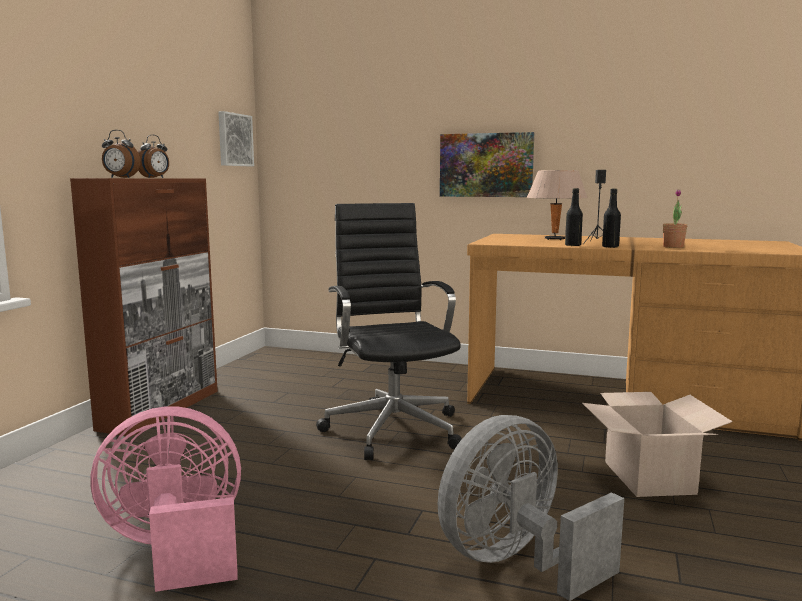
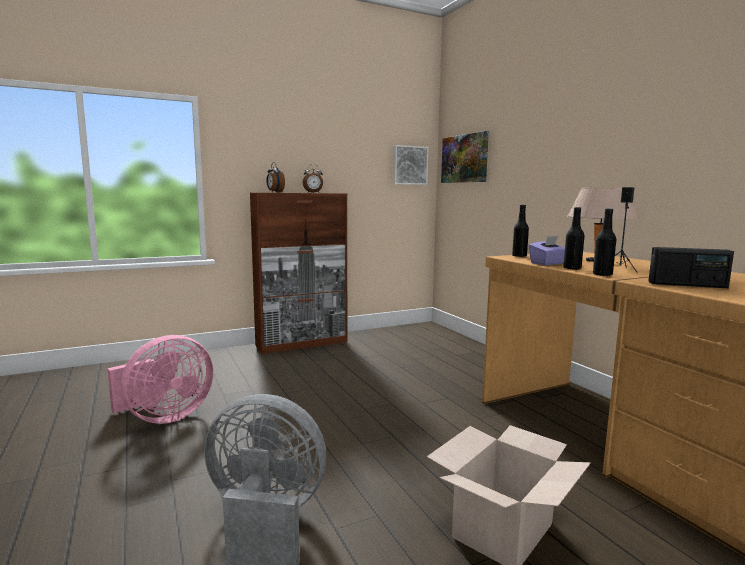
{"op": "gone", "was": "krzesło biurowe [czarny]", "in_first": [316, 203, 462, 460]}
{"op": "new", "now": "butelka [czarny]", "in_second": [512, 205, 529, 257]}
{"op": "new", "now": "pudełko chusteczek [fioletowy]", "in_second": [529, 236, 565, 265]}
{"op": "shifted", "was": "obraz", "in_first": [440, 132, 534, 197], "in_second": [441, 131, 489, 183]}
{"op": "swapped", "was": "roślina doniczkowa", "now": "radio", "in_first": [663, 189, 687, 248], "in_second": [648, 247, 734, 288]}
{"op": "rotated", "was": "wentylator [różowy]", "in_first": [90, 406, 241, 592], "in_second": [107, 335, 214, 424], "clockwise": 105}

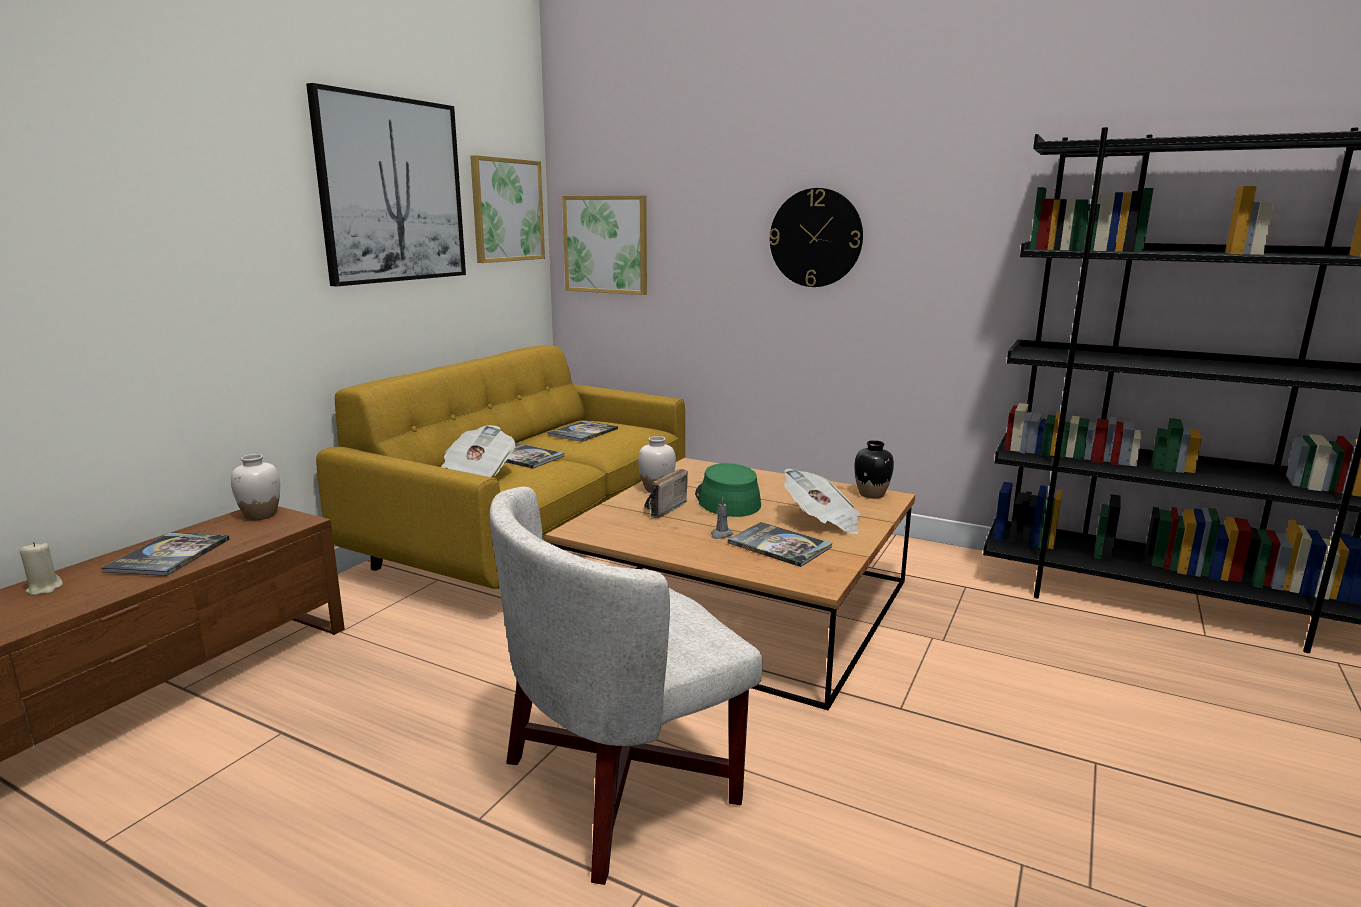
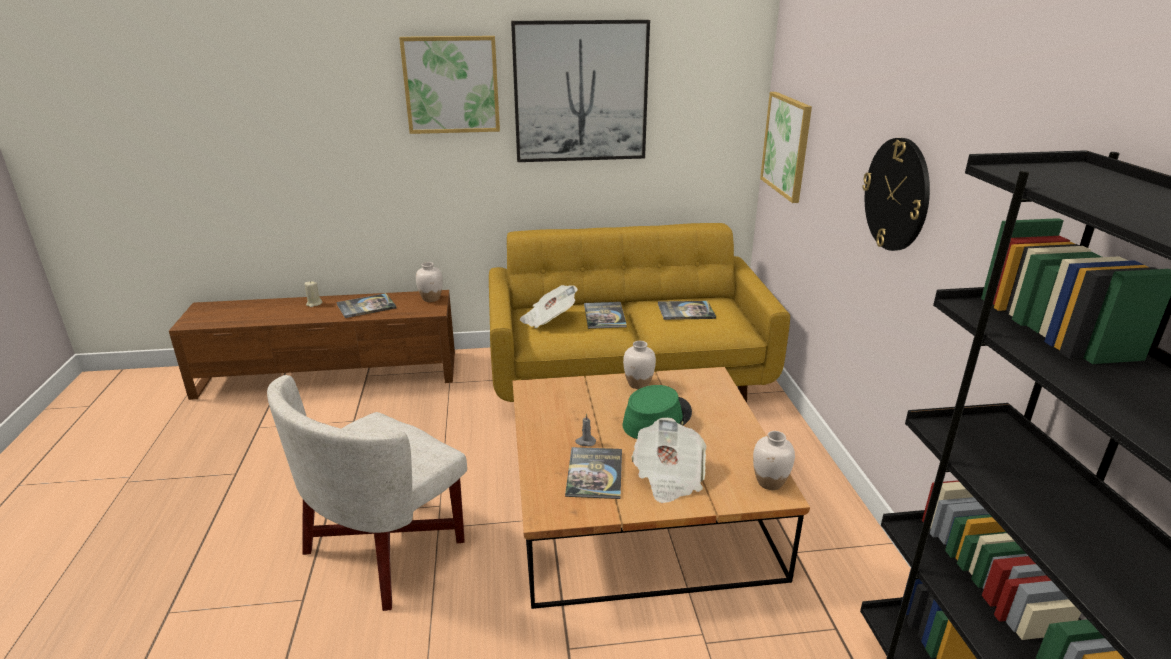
{"op": "gone", "was": "radio", "in_first": [644, 468, 688, 518]}
{"op": "shifted", "was": "obraz", "in_first": [470, 155, 545, 263], "in_second": [399, 36, 500, 134]}
{"op": "repainted", "was": "wazon [czarny]", "now": "wazon [biały]", "in_first": [854, 440, 894, 499], "in_second": [753, 431, 795, 490]}
{"op": "rotated", "was": "fotel [biały]", "in_first": [490, 487, 763, 885], "in_second": [267, 375, 467, 611], "clockwise": -75}

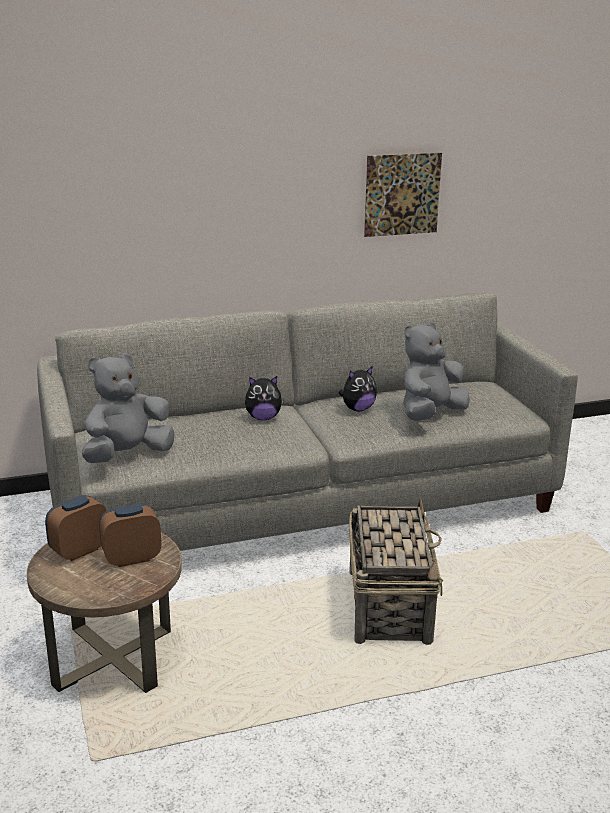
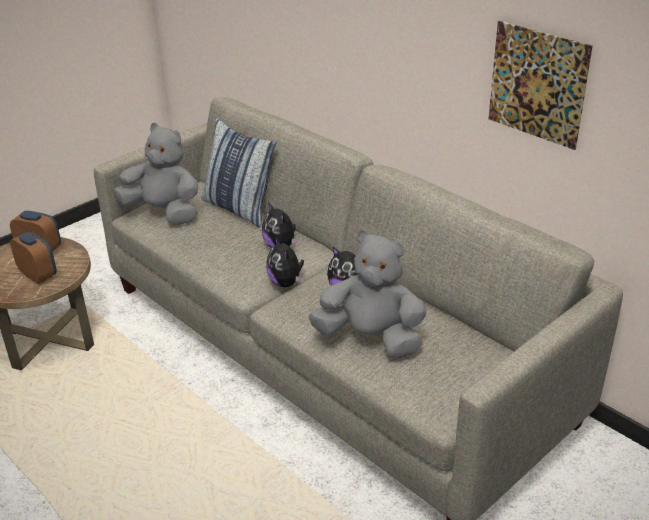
{"op": "gone", "was": "koszyk", "in_first": [349, 499, 443, 645]}
{"op": "new", "now": "poduszka", "in_second": [202, 118, 277, 228]}
{"op": "new", "now": "pluszak", "in_second": [266, 236, 304, 287]}

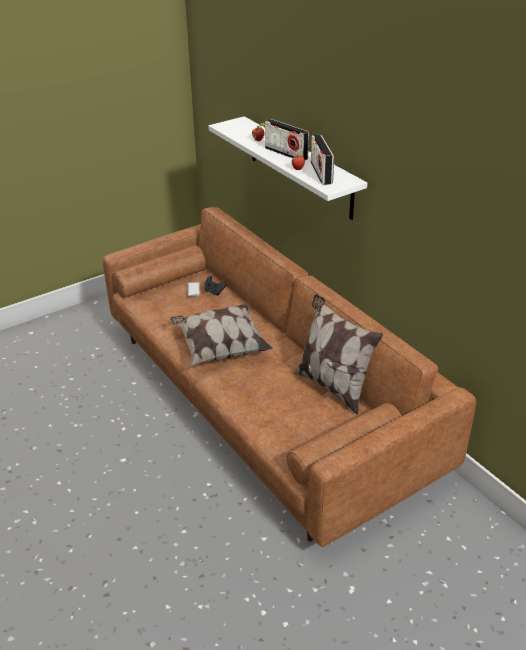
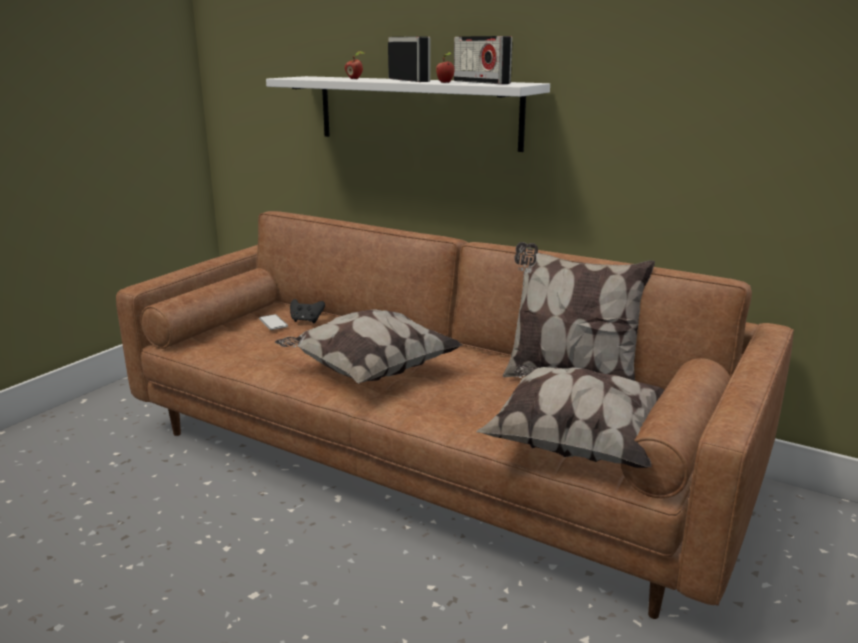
{"op": "new", "now": "poduszka", "in_second": [476, 365, 664, 468]}
{"op": "rotated", "was": "radio", "in_first": [265, 119, 309, 160], "in_second": [388, 36, 431, 82], "clockwise": -135}

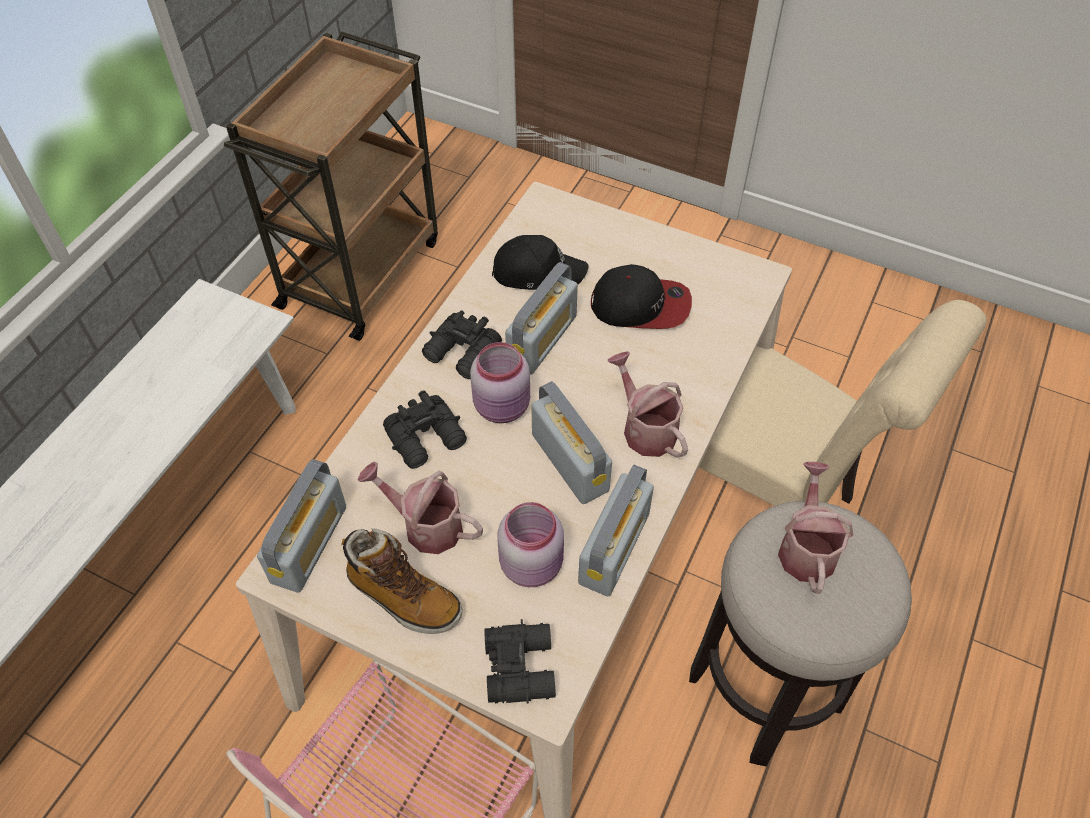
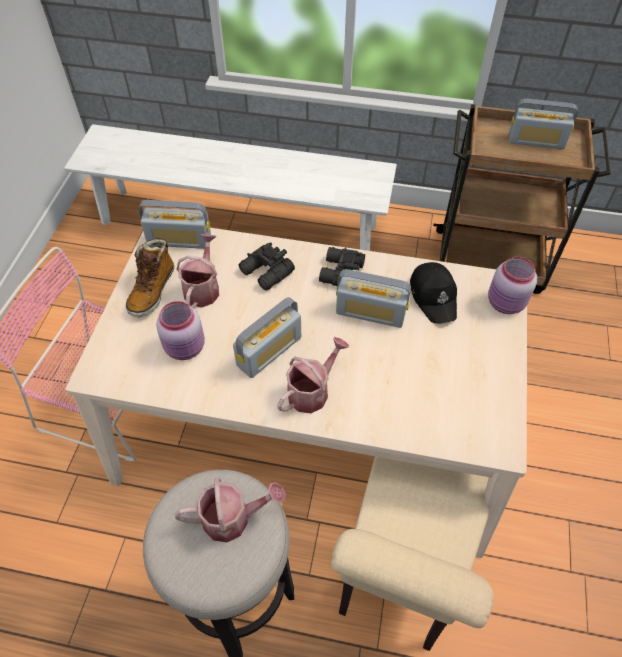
{"op": "gone", "was": "lornetka [czarny]", "in_first": [484, 619, 556, 704]}
{"op": "gone", "was": "czapka z daszkiem", "in_first": [591, 264, 692, 329]}
{"op": "shifted", "was": "słoik [różowy]", "in_first": [470, 342, 530, 423], "in_second": [488, 257, 537, 314]}
{"op": "shifted", "was": "radio", "in_first": [578, 465, 654, 596], "in_second": [509, 99, 578, 149]}

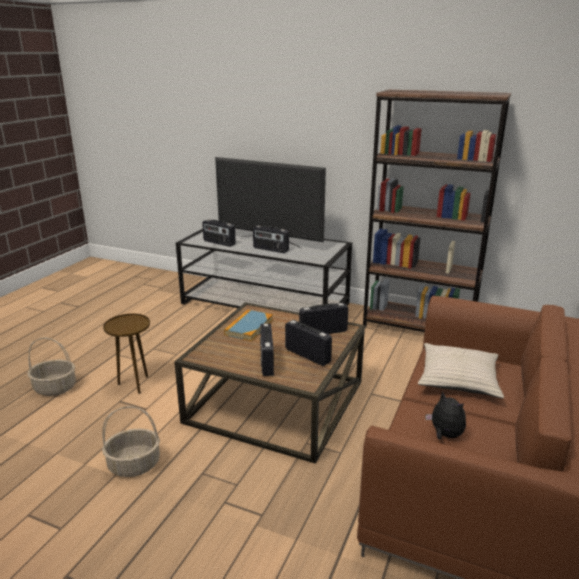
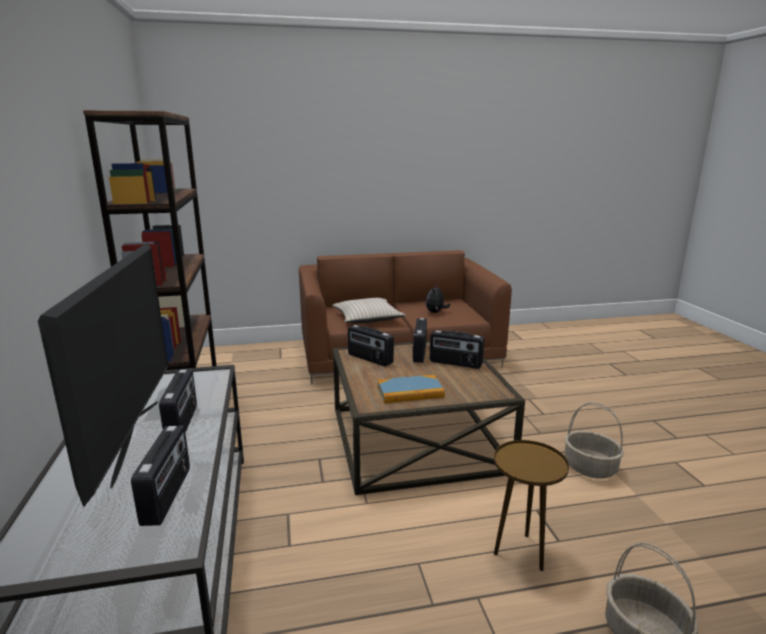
{"op": "rotated", "was": "radio", "in_first": [260, 324, 274, 376], "in_second": [429, 330, 484, 369], "clockwise": 60}

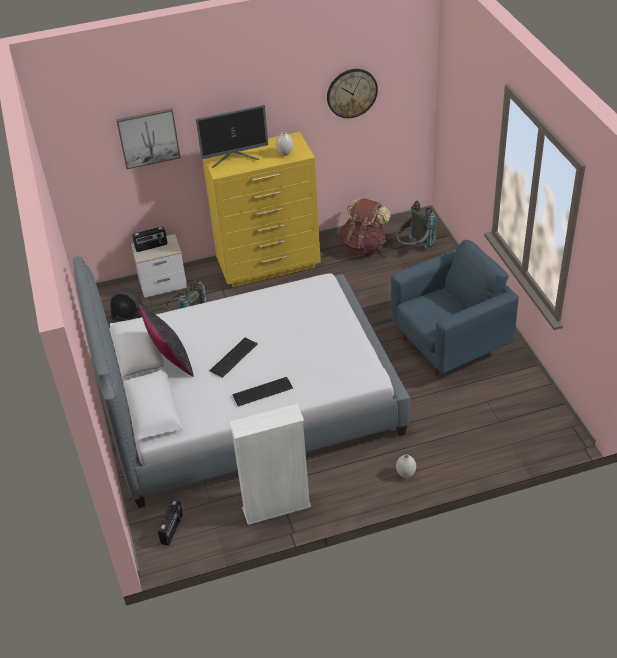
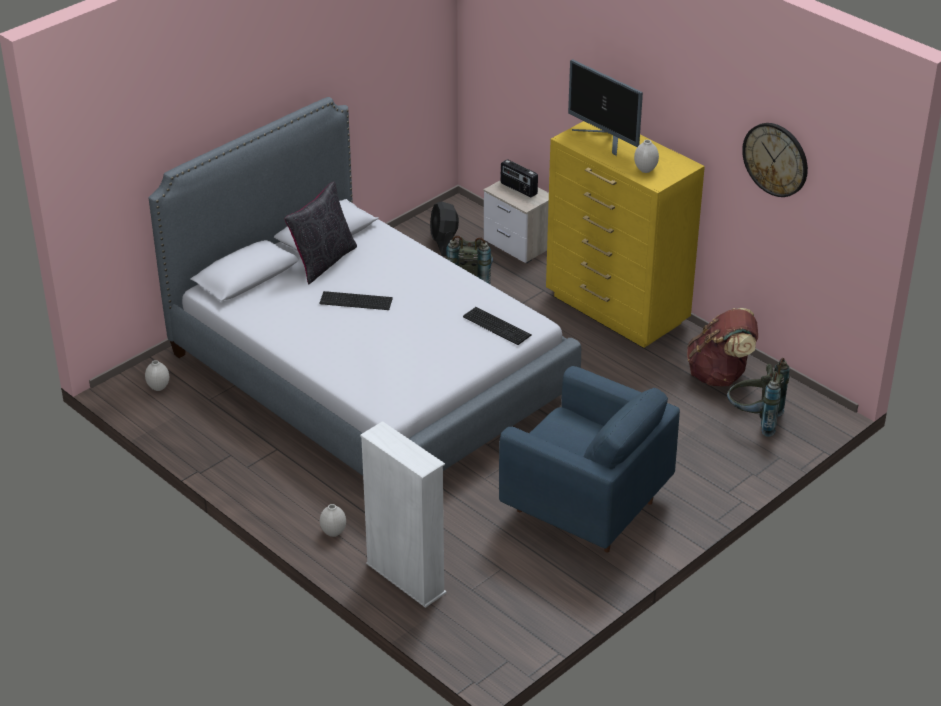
{"op": "gone", "was": "obraz", "in_first": [116, 108, 180, 169]}
{"op": "shifted", "was": "regał [biały]", "in_first": [229, 404, 311, 525], "in_second": [360, 421, 447, 608]}
{"op": "shifted", "was": "klawiatura", "in_first": [232, 377, 293, 406], "in_second": [463, 307, 531, 345]}
{"op": "swapped", "was": "radio", "now": "wazon [biały]", "in_first": [158, 500, 183, 546], "in_second": [145, 360, 169, 391]}

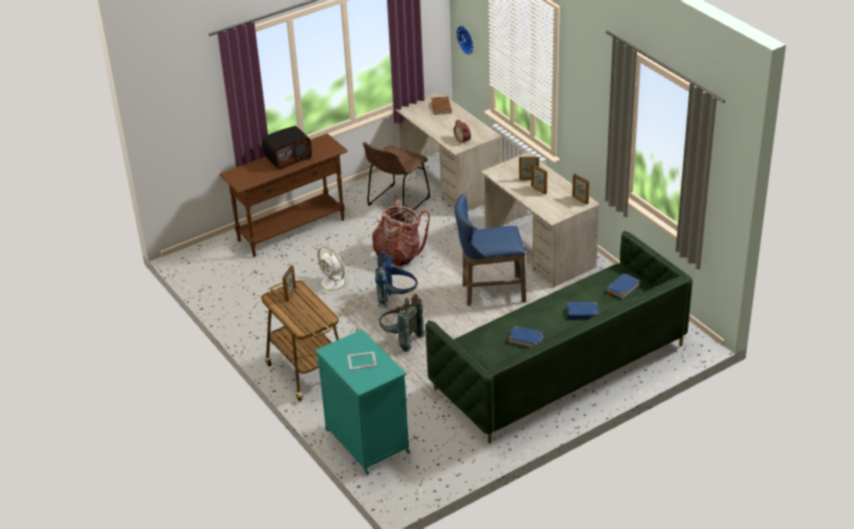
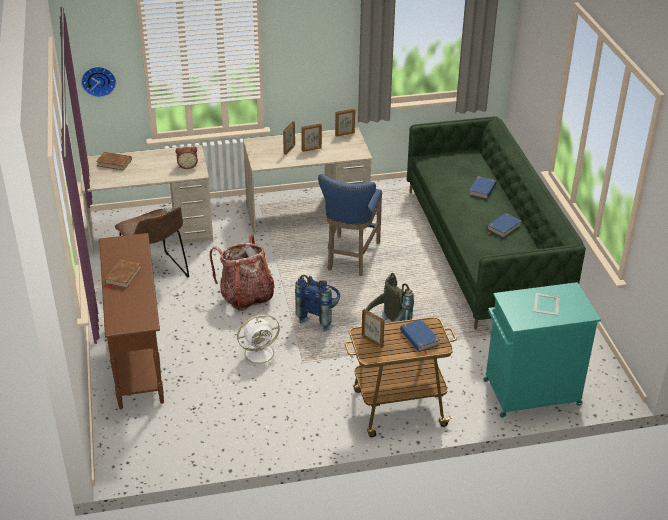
{"op": "shifted", "was": "książka [niebieski]", "in_first": [606, 273, 640, 299], "in_second": [400, 319, 440, 355]}
{"op": "swapped", "was": "radio", "now": "książka [brązowy]", "in_first": [262, 126, 312, 169], "in_second": [105, 259, 141, 289]}

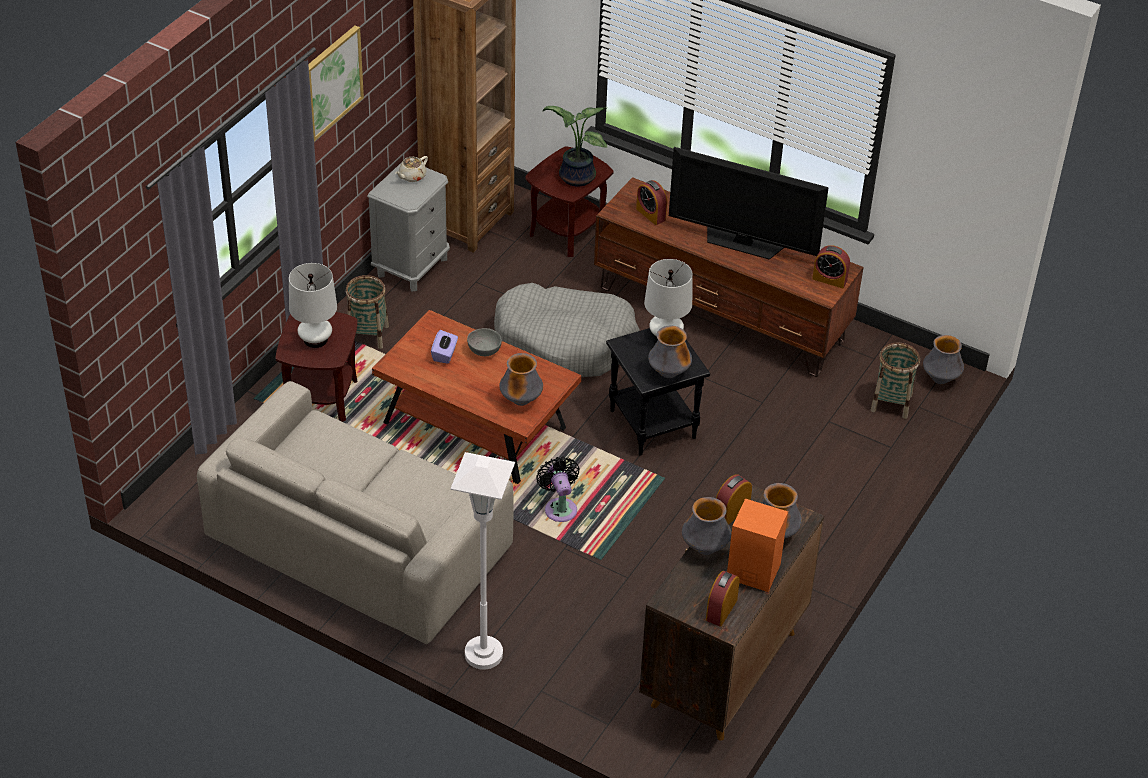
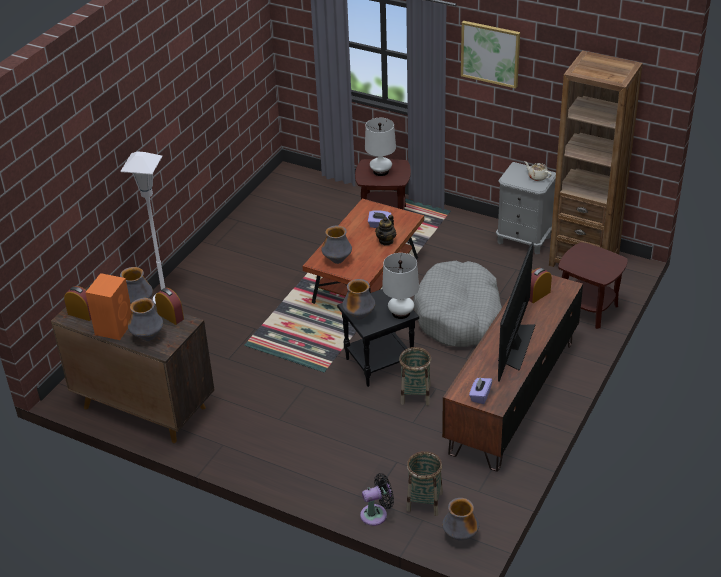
{"op": "gone", "was": "kanapa [beżowy]", "in_first": [197, 381, 514, 644]}
{"op": "gone", "was": "roślina doniczkowa", "in_first": [543, 106, 607, 187]}
{"op": "shifted", "was": "koszyk", "in_first": [346, 275, 389, 349], "in_second": [399, 347, 431, 406]}
{"op": "shifted", "was": "wentylator [czarny]", "in_first": [536, 457, 580, 522], "in_second": [360, 473, 394, 526]}
{"op": "swapped", "was": "miska [szary]", "now": "imbryk", "in_first": [467, 328, 502, 356], "in_second": [375, 215, 396, 246]}
{"op": "swapped", "was": "budzik", "now": "pudełko chusteczek [fioletowy]", "in_first": [812, 245, 850, 288], "in_second": [469, 377, 492, 404]}

